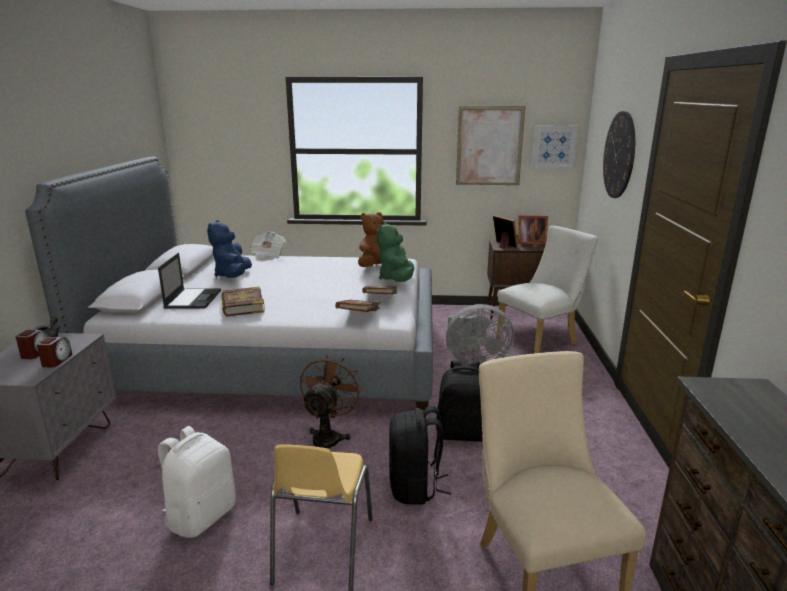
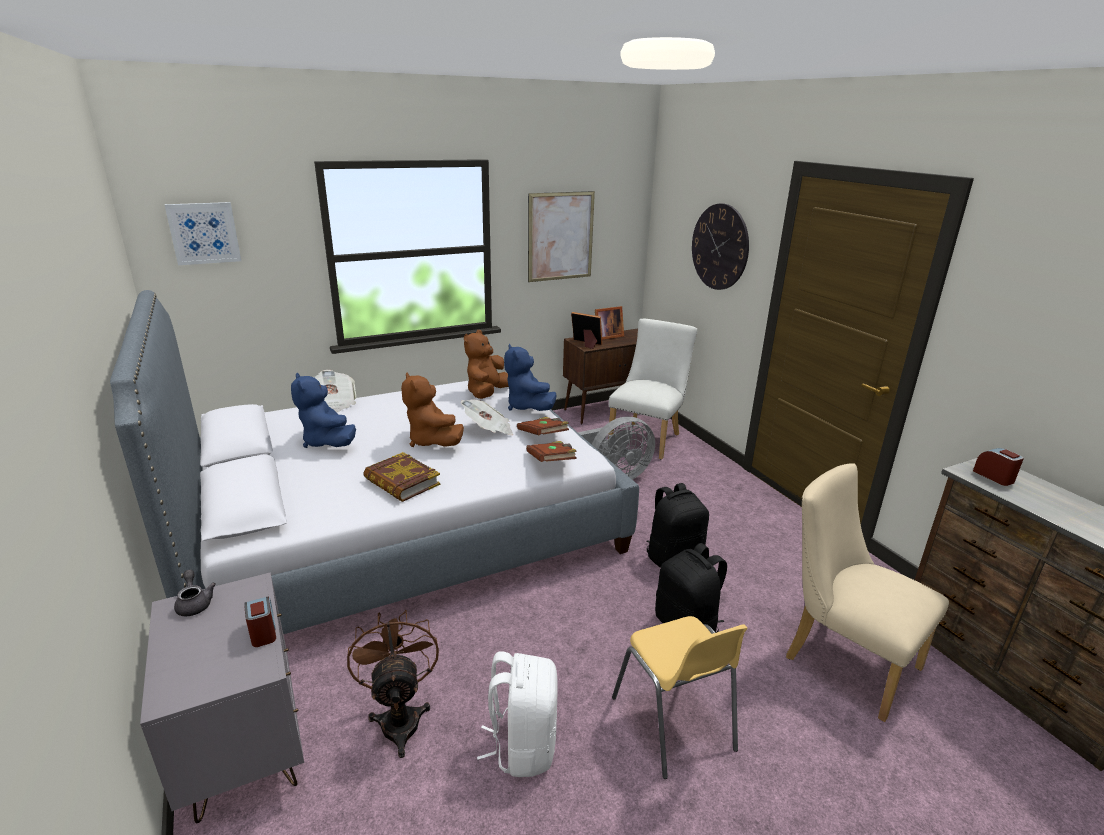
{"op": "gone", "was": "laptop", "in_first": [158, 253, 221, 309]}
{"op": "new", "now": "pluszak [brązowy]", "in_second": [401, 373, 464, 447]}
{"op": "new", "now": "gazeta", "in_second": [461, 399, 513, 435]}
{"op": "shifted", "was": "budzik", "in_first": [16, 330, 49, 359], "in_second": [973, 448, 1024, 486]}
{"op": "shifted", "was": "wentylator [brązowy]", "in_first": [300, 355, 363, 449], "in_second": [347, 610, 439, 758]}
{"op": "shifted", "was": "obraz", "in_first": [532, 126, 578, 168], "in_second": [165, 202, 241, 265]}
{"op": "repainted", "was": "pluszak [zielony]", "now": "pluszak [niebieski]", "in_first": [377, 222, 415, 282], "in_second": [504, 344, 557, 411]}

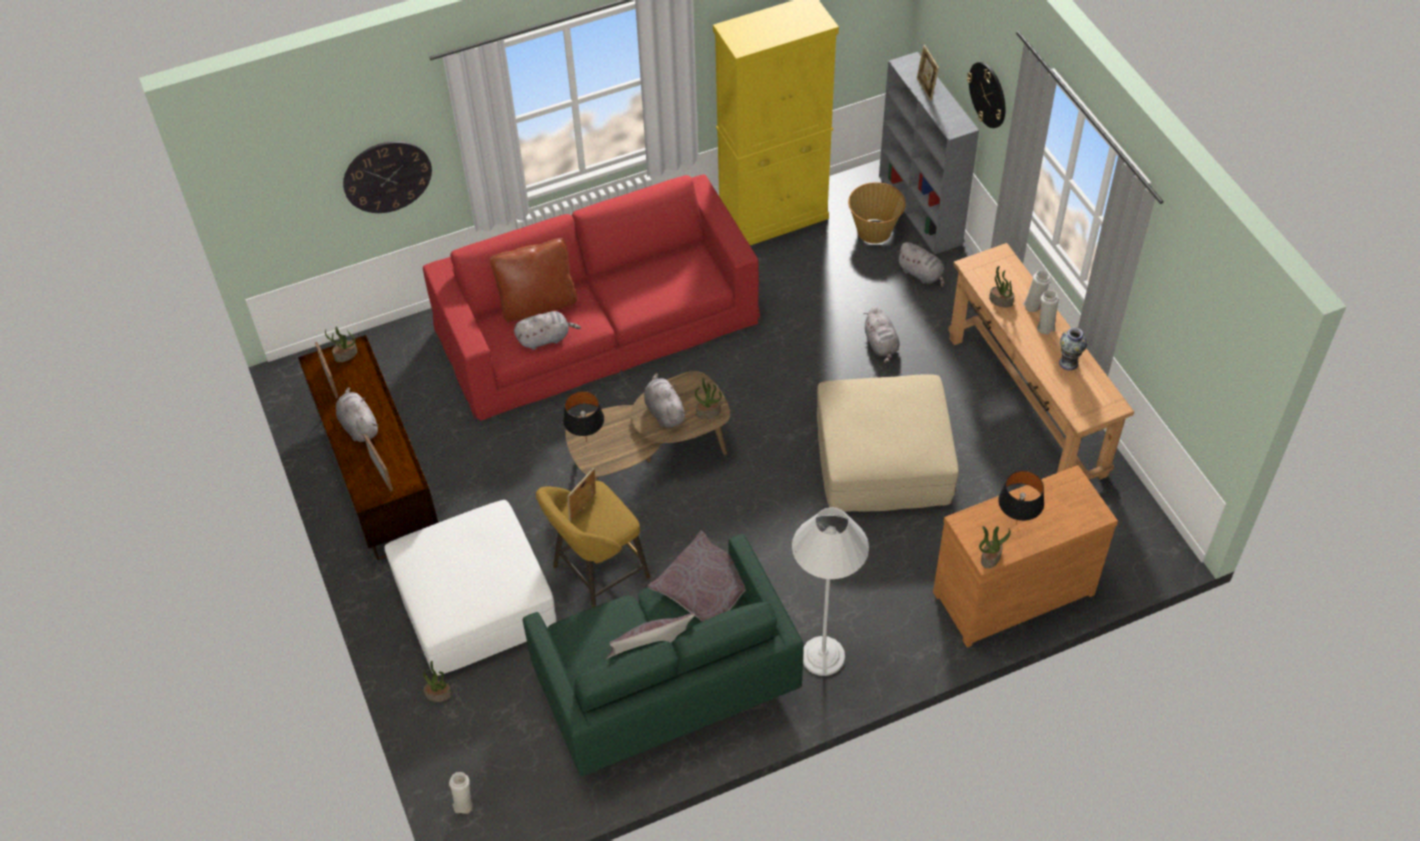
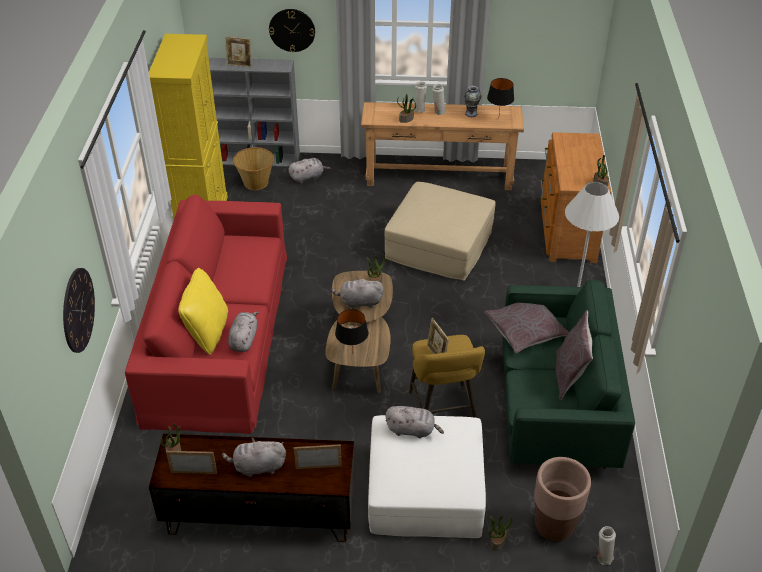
{"op": "new", "now": "donica [brązowy]", "in_second": [534, 457, 591, 542]}
{"op": "shifted", "was": "pluszak [szary]", "in_first": [864, 307, 899, 364], "in_second": [386, 406, 444, 438]}
{"op": "shifted", "was": "lampa stołowa [czarny]", "in_first": [998, 471, 1044, 525], "in_second": [487, 78, 514, 114]}
{"op": "repainted", "was": "poduszka [brązowy]", "now": "poduszka [żółty]", "in_first": [490, 238, 577, 322], "in_second": [178, 268, 228, 355]}

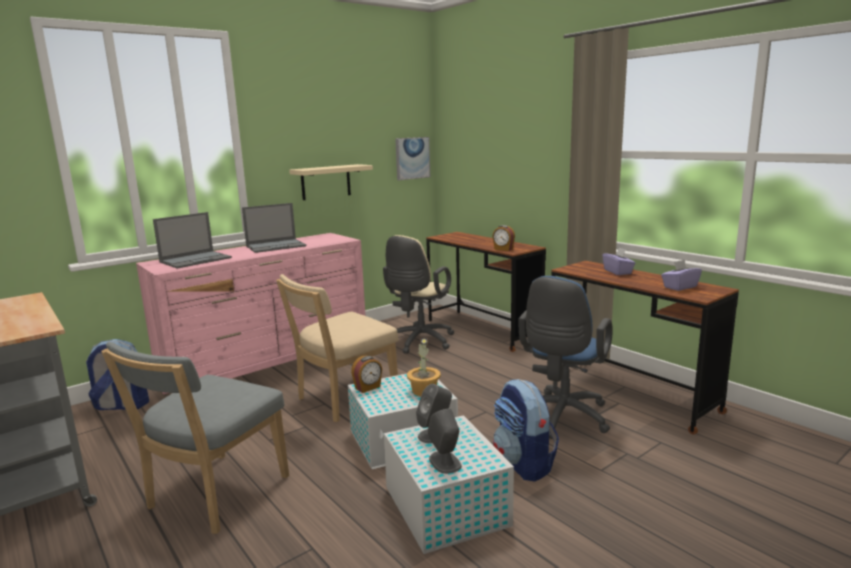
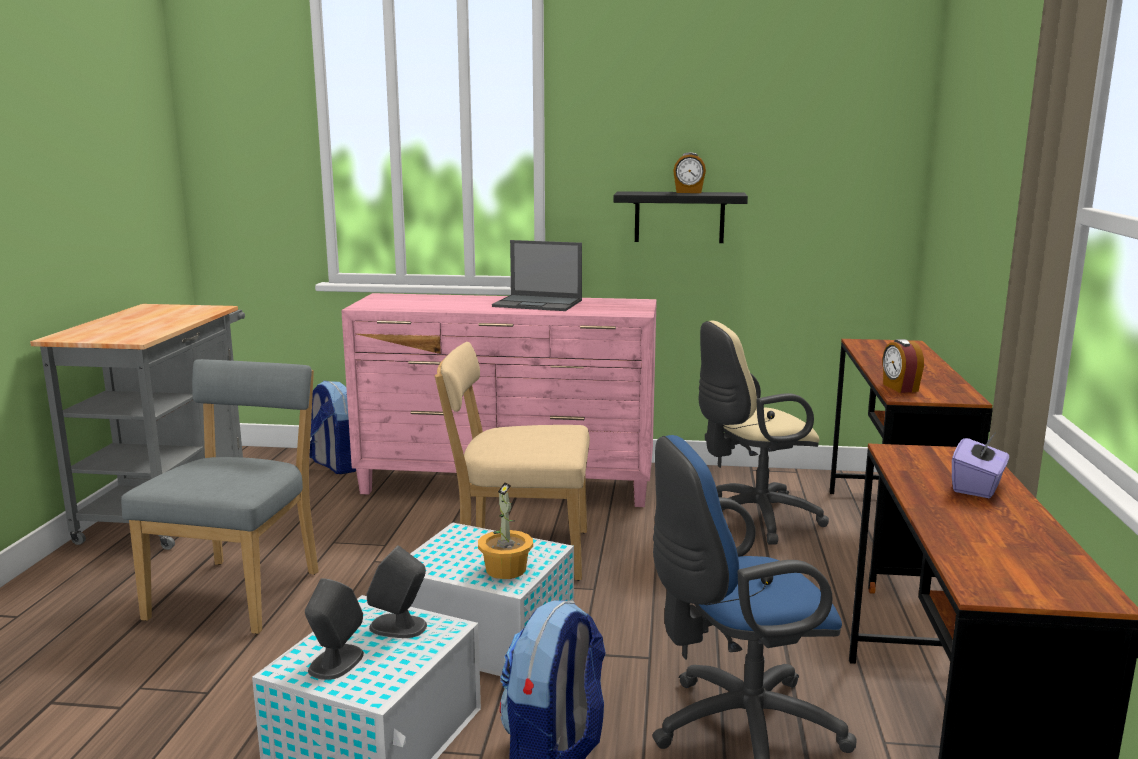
{"op": "gone", "was": "laptop", "in_first": [153, 212, 232, 269]}
{"op": "gone", "was": "obraz", "in_first": [395, 137, 430, 180]}
{"op": "gone", "was": "pudełko chusteczek [fioletowy]", "in_first": [661, 260, 702, 291]}
{"op": "shifted", "was": "budzik", "in_first": [351, 356, 382, 393], "in_second": [673, 152, 706, 193]}
{"op": "repainted", "was": "półka [beżowy]", "now": "półka [czarny]", "in_first": [289, 164, 373, 200], "in_second": [614, 191, 748, 243]}
{"op": "rotated", "was": "krzesło [szary]", "in_first": [101, 341, 289, 534], "in_second": [121, 359, 319, 634], "clockwise": 120}

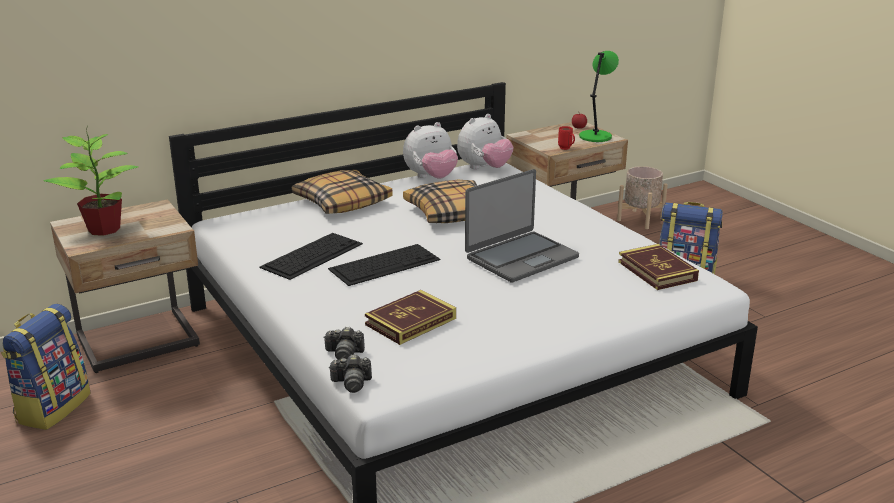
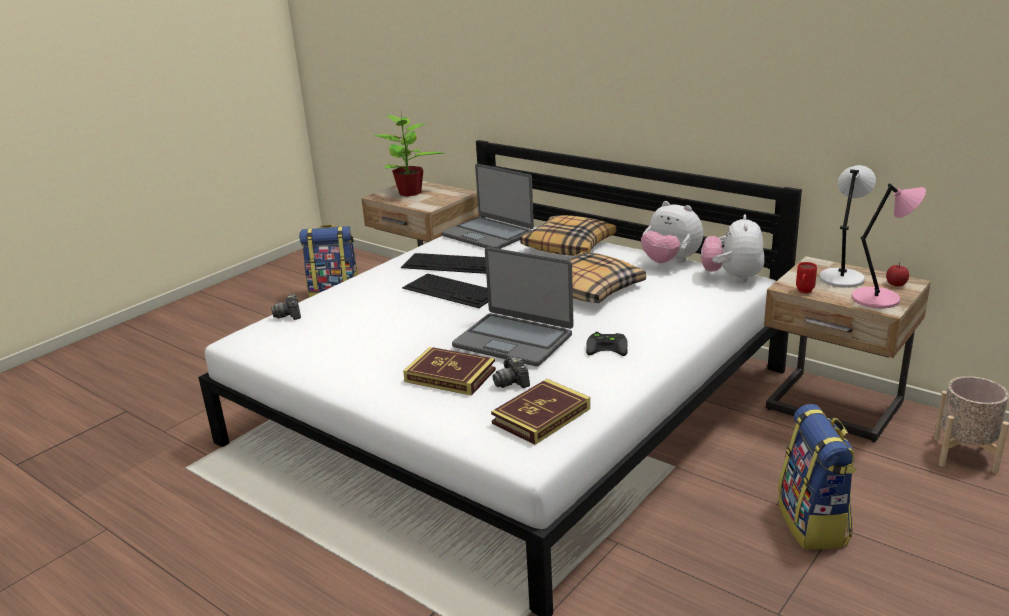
{"op": "new", "now": "laptop", "in_second": [441, 164, 534, 249]}
{"op": "new", "now": "pad do gier [czarny]", "in_second": [586, 332, 628, 356]}
{"op": "new", "now": "lampa stołowa [szary]", "in_second": [819, 165, 876, 288]}
{"op": "shifted", "was": "aparat fotograficzny", "in_first": [328, 354, 372, 393], "in_second": [493, 356, 530, 388]}
{"op": "shifted", "was": "książka", "in_first": [365, 290, 456, 345], "in_second": [403, 347, 496, 396]}
{"op": "repainted", "was": "lampa stołowa [zielony]", "now": "lampa stołowa [różowy]", "in_first": [579, 51, 619, 142], "in_second": [852, 183, 926, 308]}
{"op": "rotated", "was": "pluszak", "in_first": [457, 114, 514, 169], "in_second": [701, 214, 765, 283], "clockwise": 75}

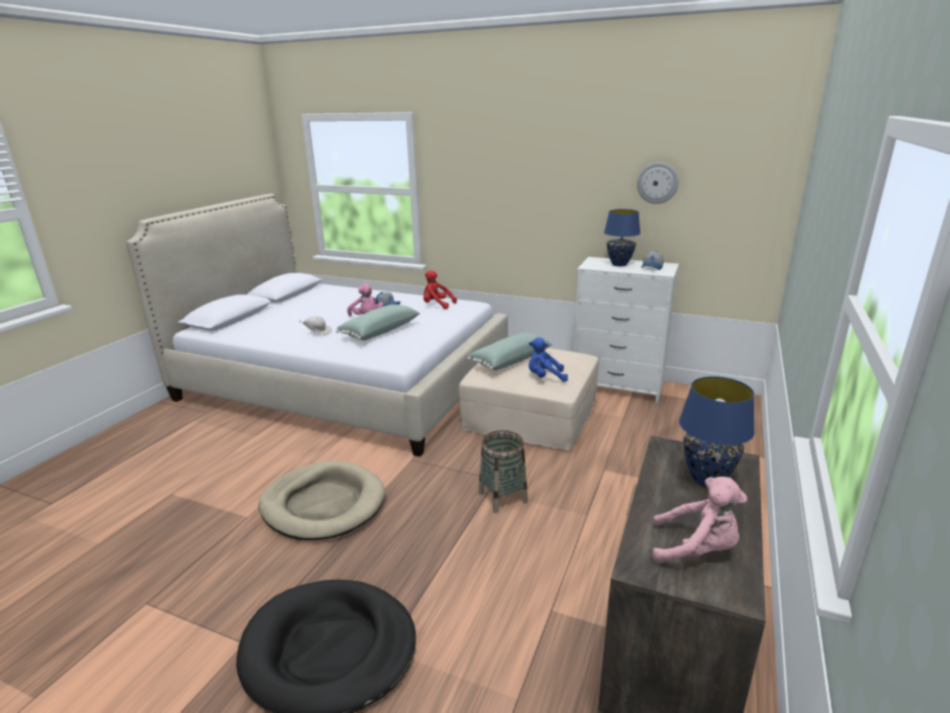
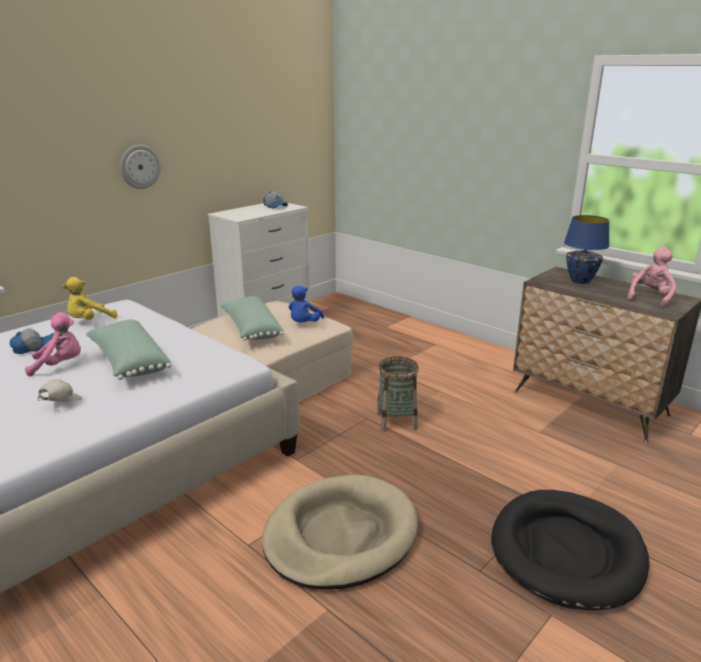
{"op": "gone", "was": "lampa stołowa [niebieski]", "in_first": [604, 209, 641, 266]}
{"op": "shifted", "was": "zegar ścienny", "in_first": [637, 162, 679, 204], "in_second": [120, 144, 161, 189]}
{"op": "repainted", "was": "pluszak [czerwony]", "now": "pluszak [żółty]", "in_first": [423, 270, 457, 309], "in_second": [62, 277, 118, 320]}

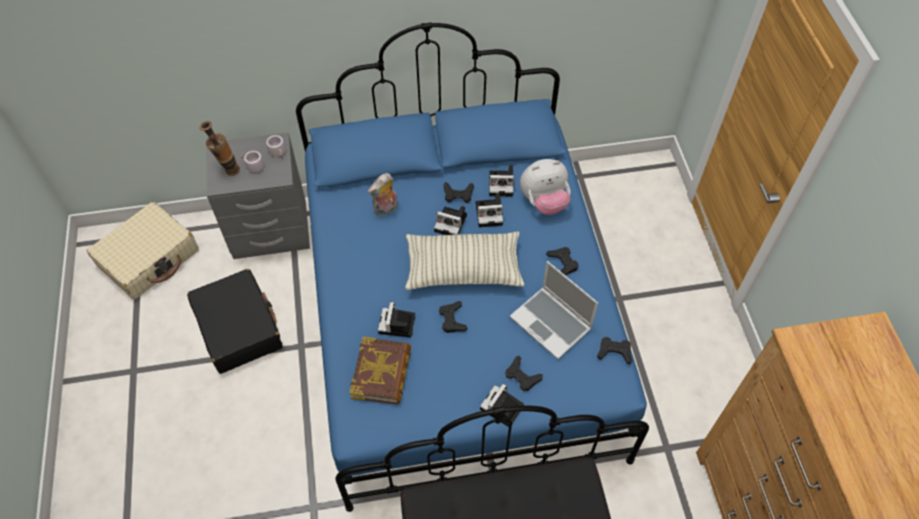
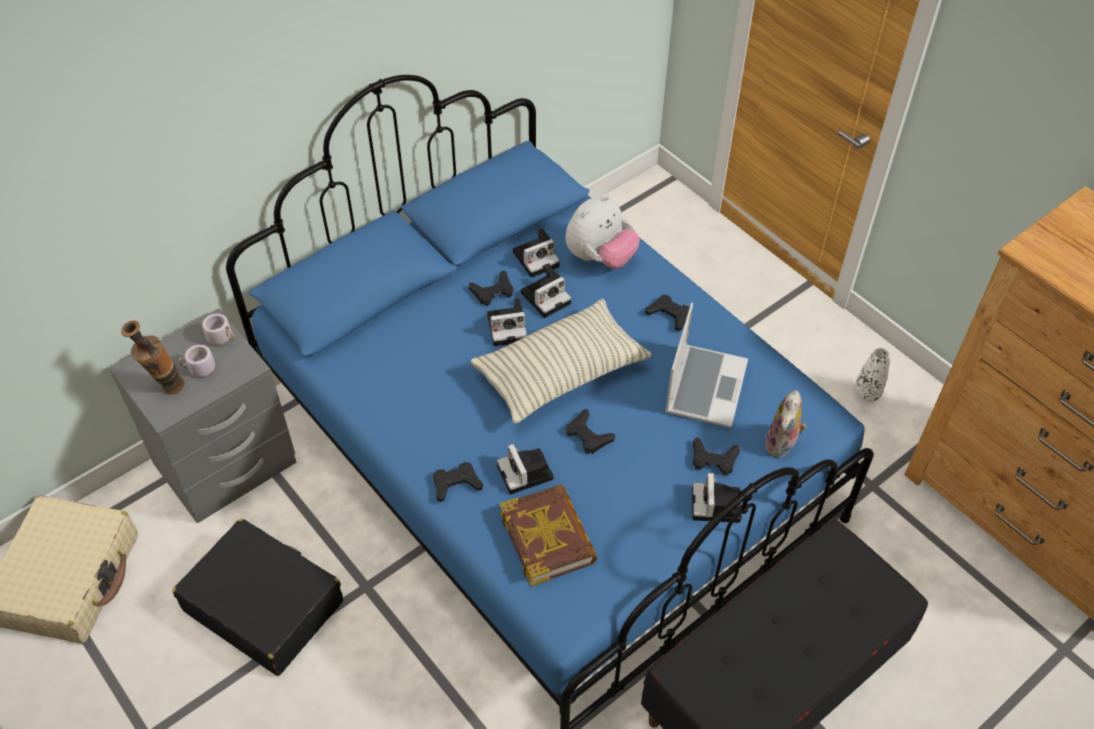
{"op": "new", "now": "wazon [biały]", "in_second": [855, 348, 890, 401]}
{"op": "shifted", "was": "pluszak", "in_first": [368, 173, 398, 217], "in_second": [764, 390, 807, 458]}
{"op": "shifted", "was": "pad do gier [czarny]", "in_first": [597, 337, 632, 364], "in_second": [433, 462, 483, 502]}
{"op": "rotated", "was": "laptop", "in_first": [510, 261, 598, 359], "in_second": [665, 303, 748, 428], "clockwise": -90}

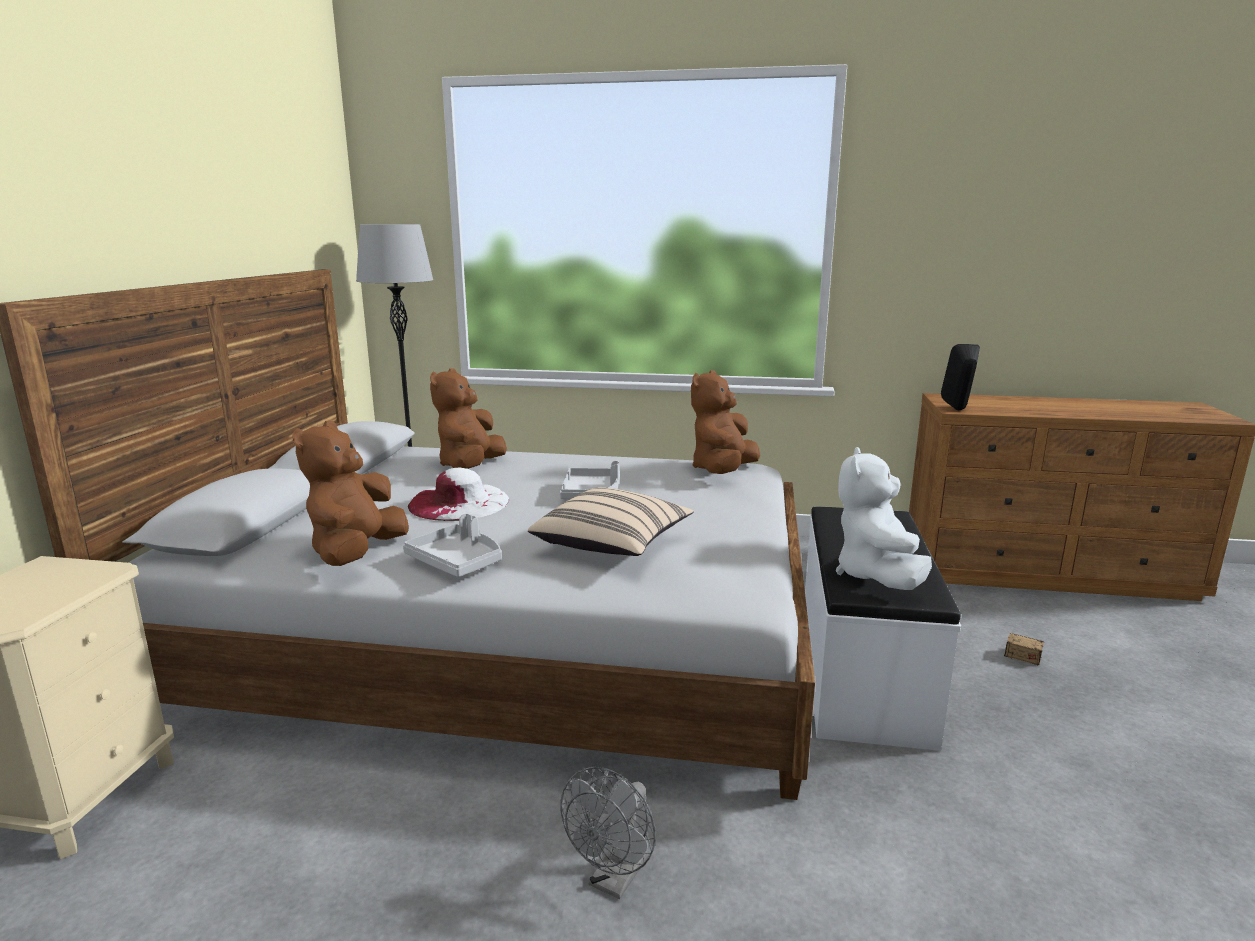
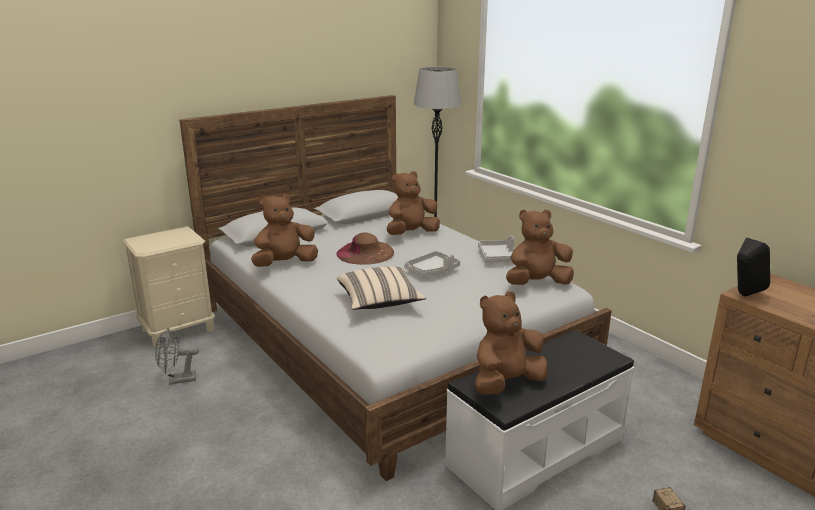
{"op": "shifted", "was": "taca [szary]", "in_first": [403, 513, 502, 577], "in_second": [478, 236, 515, 262]}
{"op": "shifted", "was": "wentylator [szary]", "in_first": [560, 767, 656, 899], "in_second": [155, 328, 199, 385]}
{"op": "repainted", "was": "kapelusz [biały]", "now": "kapelusz [brązowy]", "in_first": [408, 468, 509, 521], "in_second": [336, 233, 394, 265]}
{"op": "repainted", "was": "pluszak [biały]", "now": "pluszak [brązowy]", "in_first": [836, 447, 932, 590], "in_second": [475, 291, 548, 395]}

